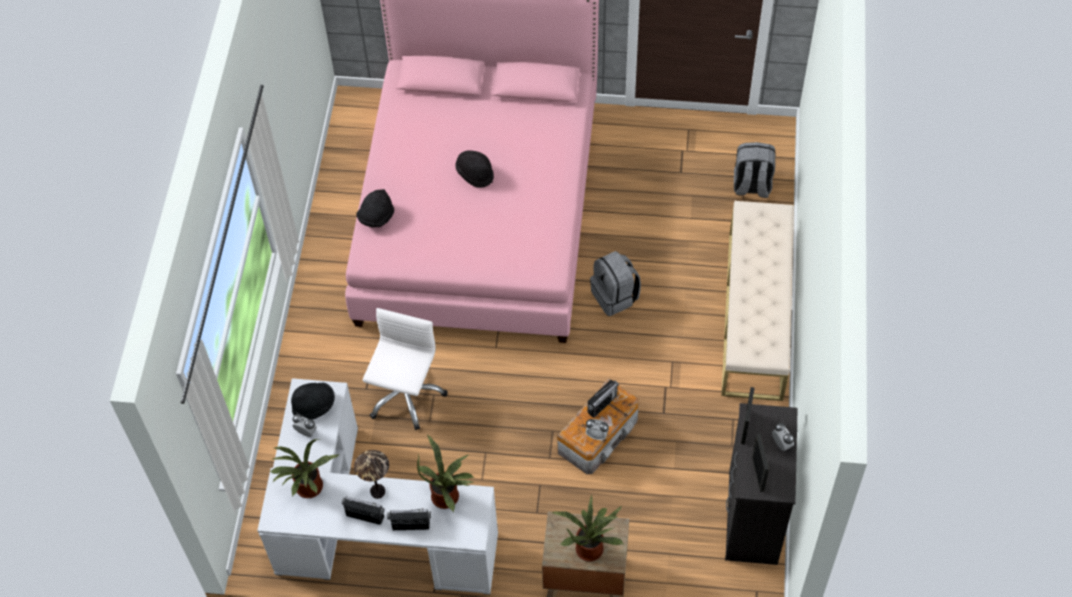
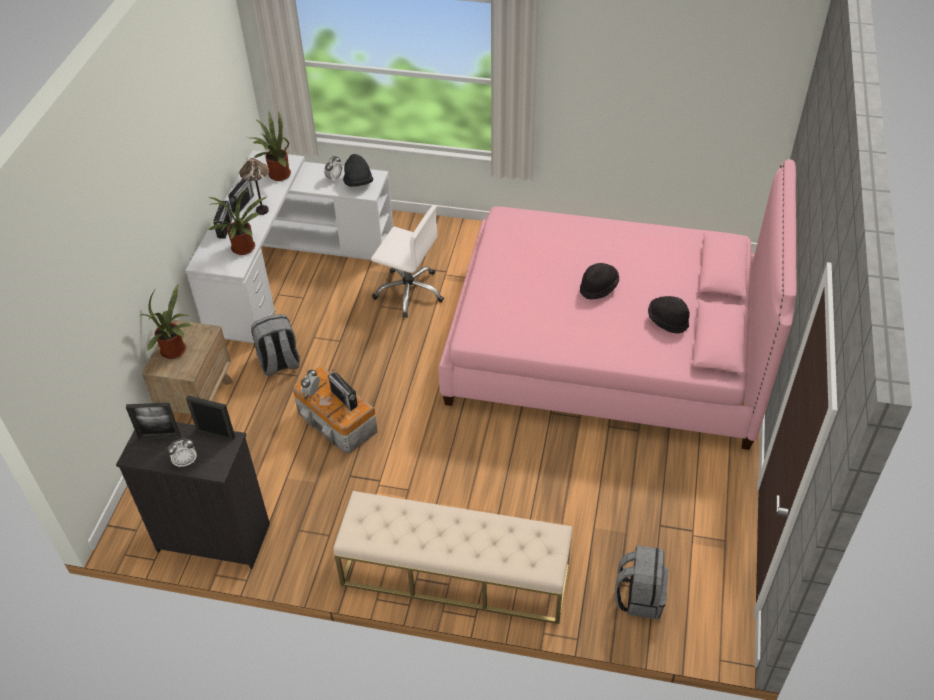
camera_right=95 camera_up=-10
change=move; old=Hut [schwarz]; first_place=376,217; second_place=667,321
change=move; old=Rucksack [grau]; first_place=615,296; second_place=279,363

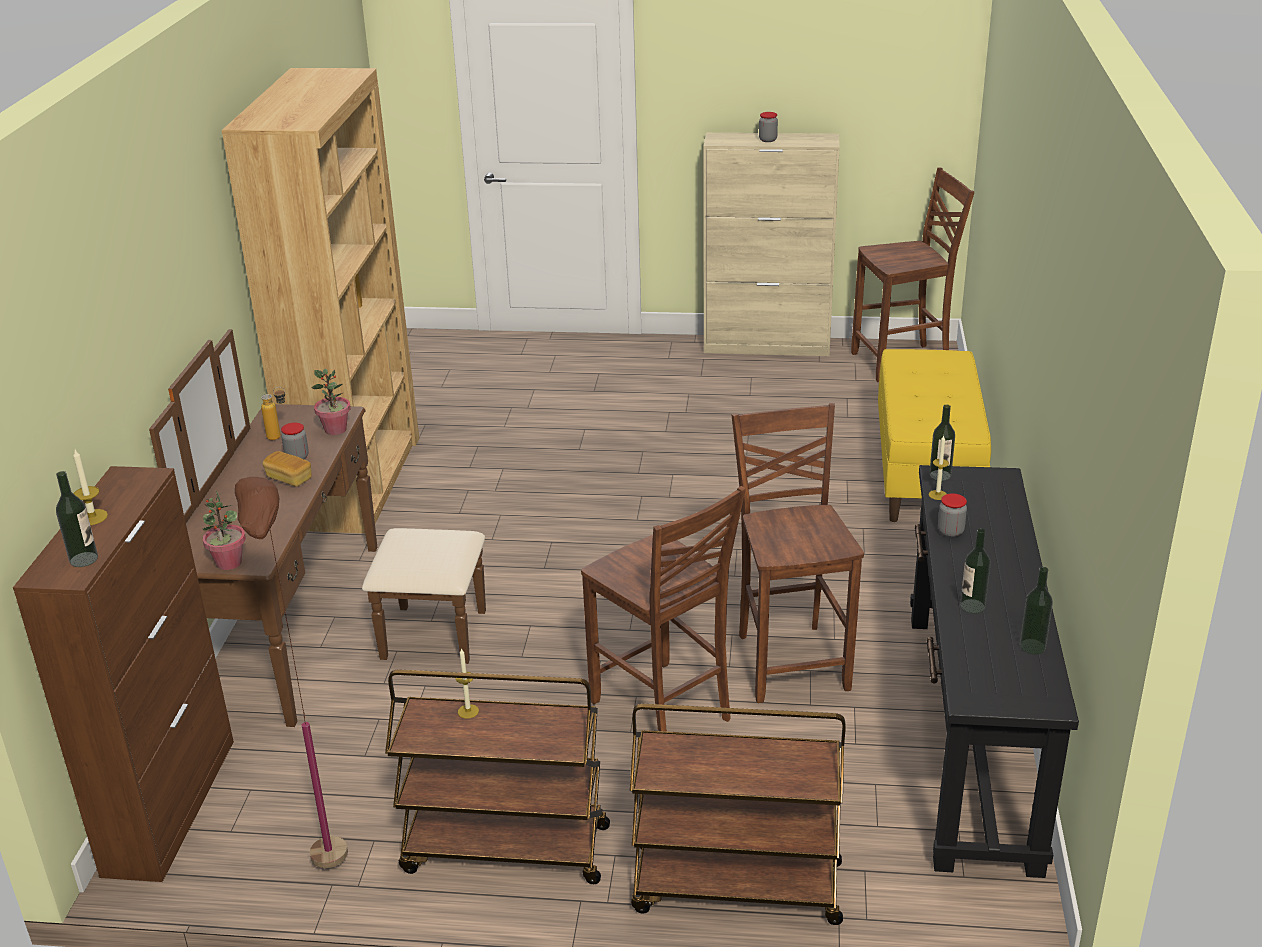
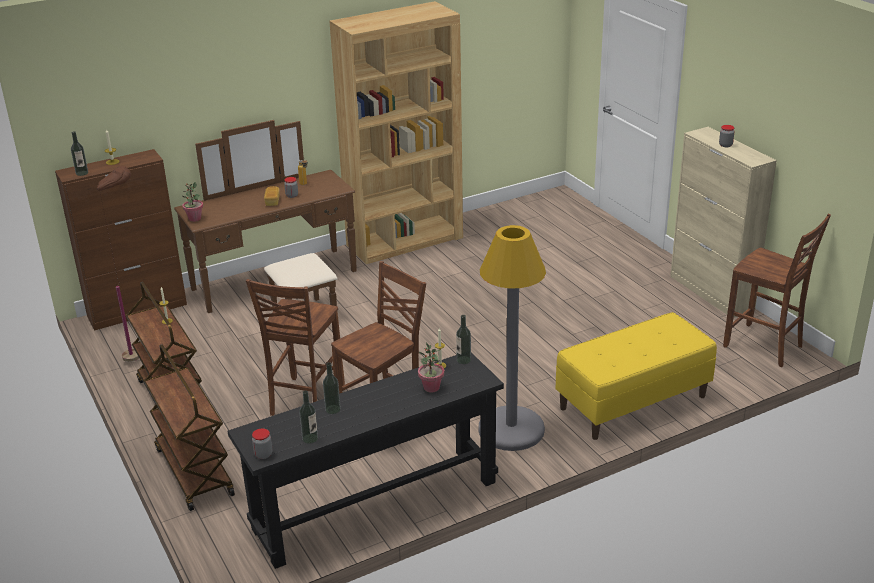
camera_right=55 camera_up=0
change=move; old=Topfpflanze; first_place=335,430; second_place=431,388
change=move; old=Vorratsglas; first_place=950,531; second_place=263,454
change=insert; new=Stehlampe [grau]; second_place=511,430

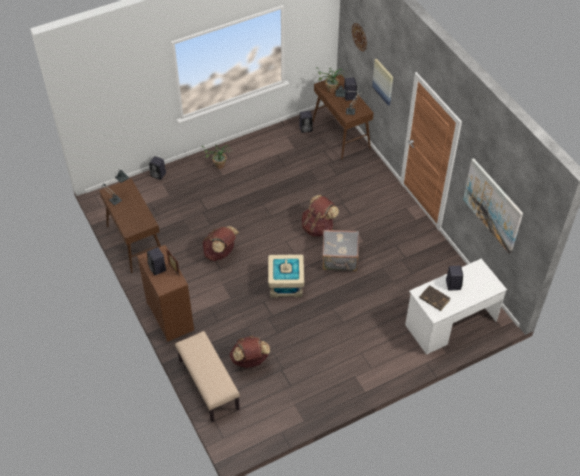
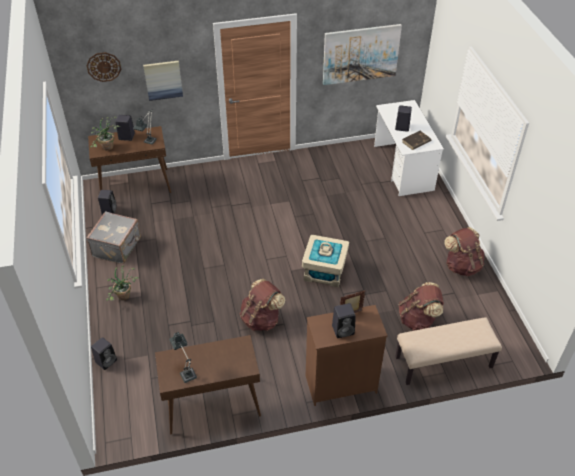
camera_right=-75 camera_up=-5
change=move; old=Rucksack [braun]; first_place=318,228; second_place=462,266
change=move; old=Koffer [grau]; first_place=340,259; second_place=118,247

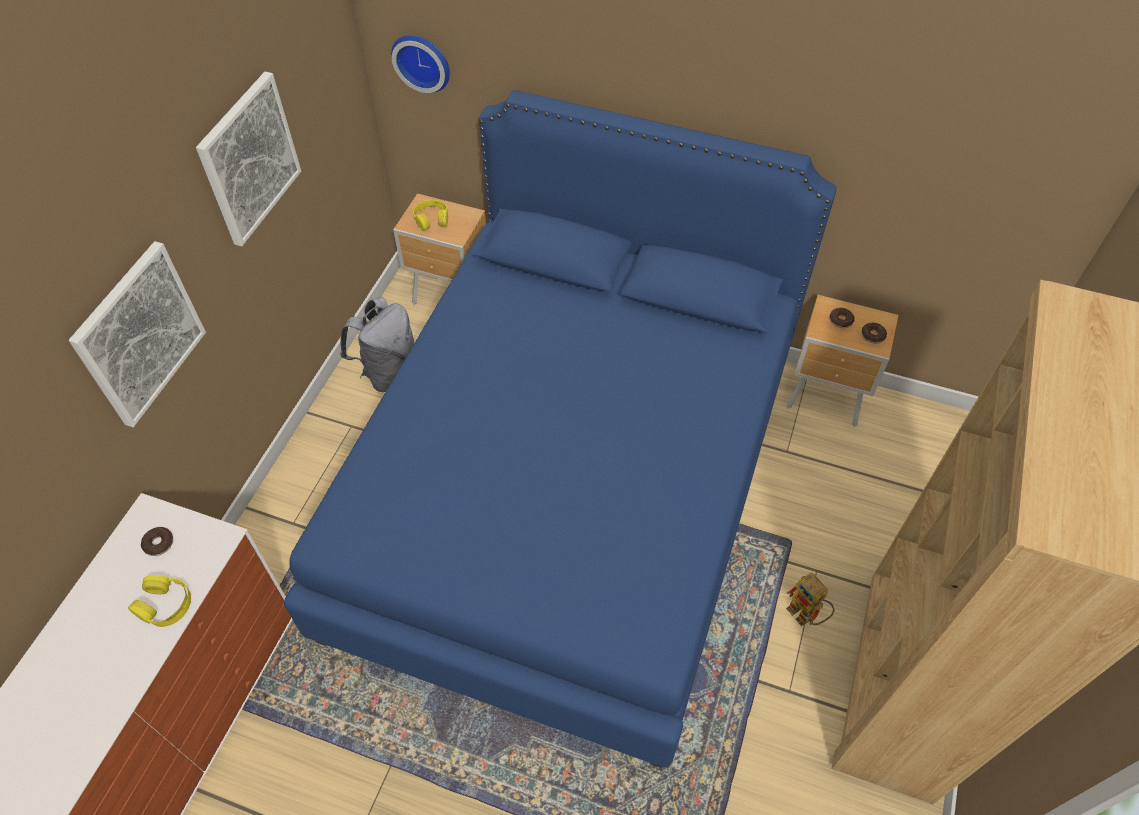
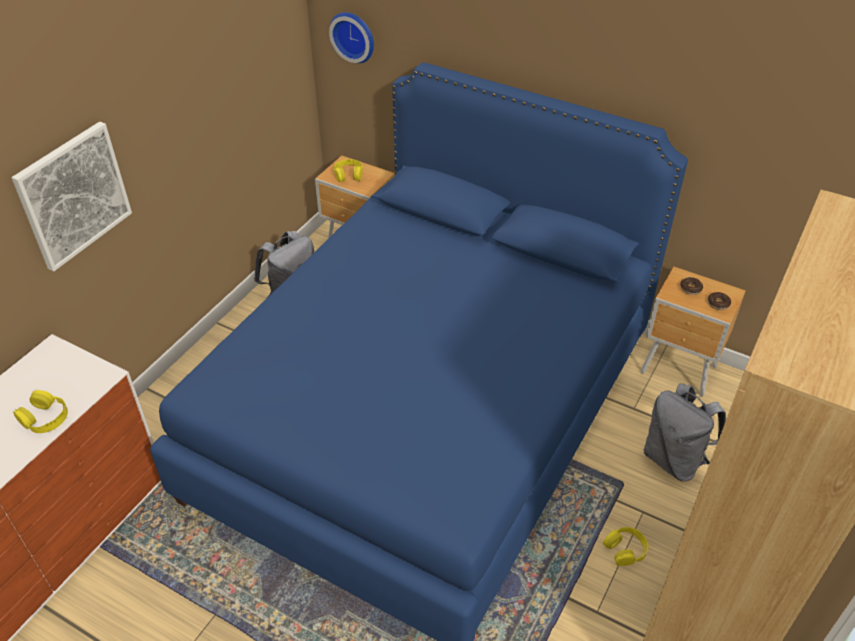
camera_right=10 camera_up=-10
change=delete; old=Donut; first_place=159,544
change=delete; old=Bild; first_place=249,159
change=replace; old=Spielzeugroboter; new=Kopfhörer [gelb]; first_place=806,616; second_place=625,549
change=insert; new=Rucksack [grau]; second_place=674,460

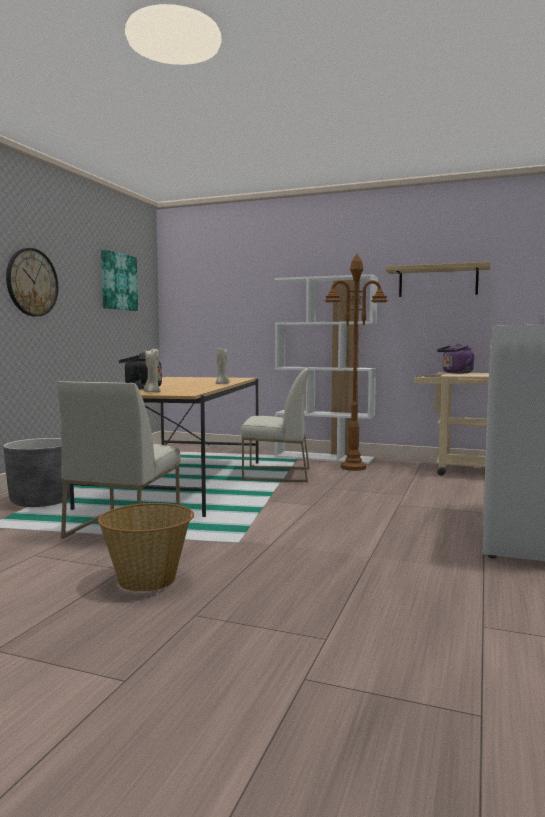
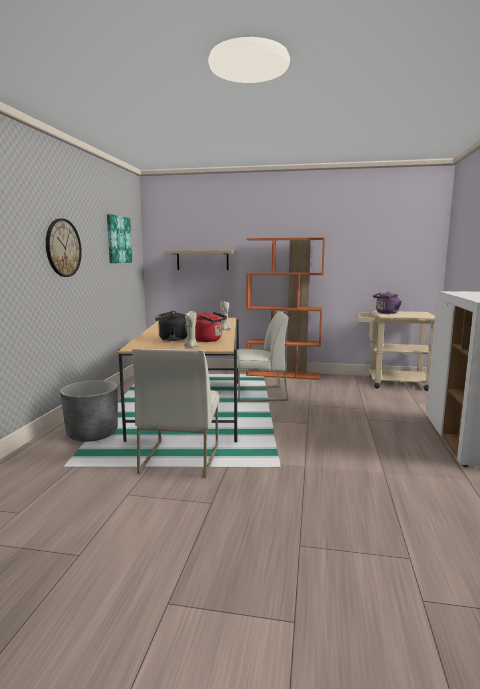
camera_right=-10 camera_up=5
change=delete; old=Korb; first_place=148,579
change=recolor; old=Bücherregal [weiß]; new=Bücherregal [orange]; first_place=324,457; second_place=283,375
change=delete; old=Stehlampe [braun]; first_place=353,467
change=move; old=Wandregal; first_place=438,281; second_place=202,260
change=insert; new=Wasserkessel [rot]; second_place=209,340

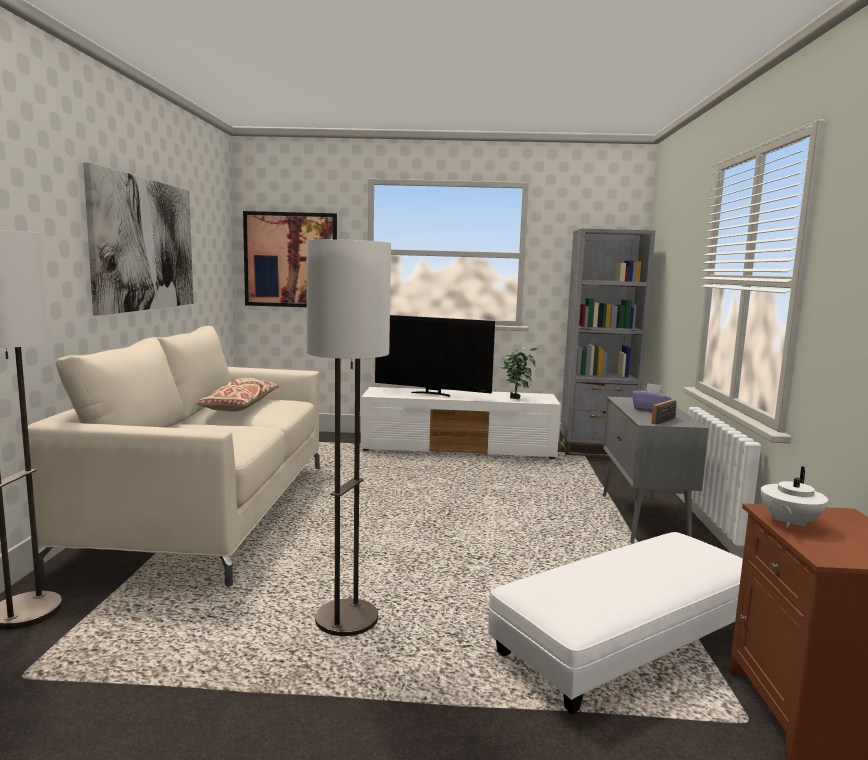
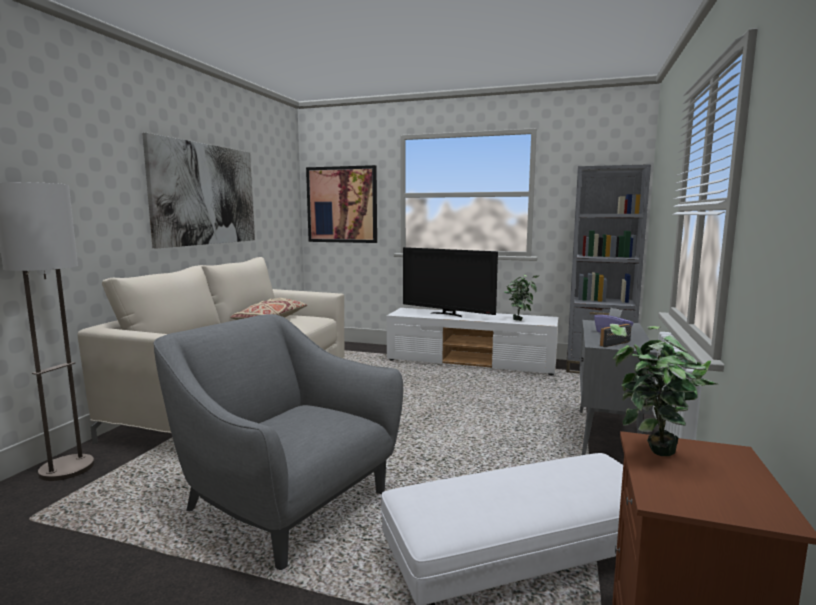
camera_right=15 camera_up=0
change=replace; old=Stehlampe; new=Sessel [grau]; first_place=346,619; second_place=284,502
change=replace; old=Teekanne [weiß]; new=Topfpflanze; first_place=788,523; second_place=652,456

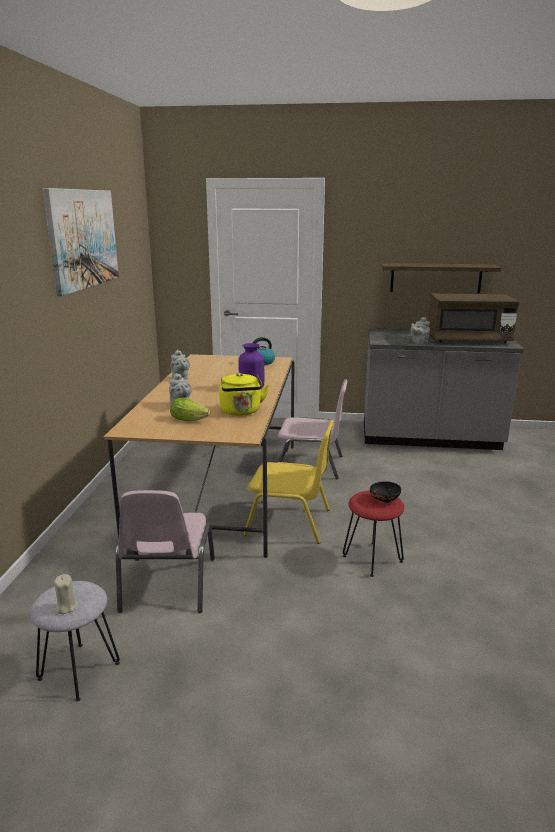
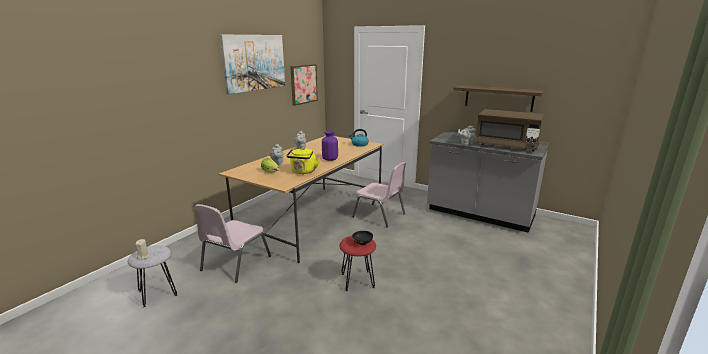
camera_right=25 camera_up=0
change=delete; old=Stuhl [gelb]; first_place=290,522
change=insert; new=Bild; second_place=303,84

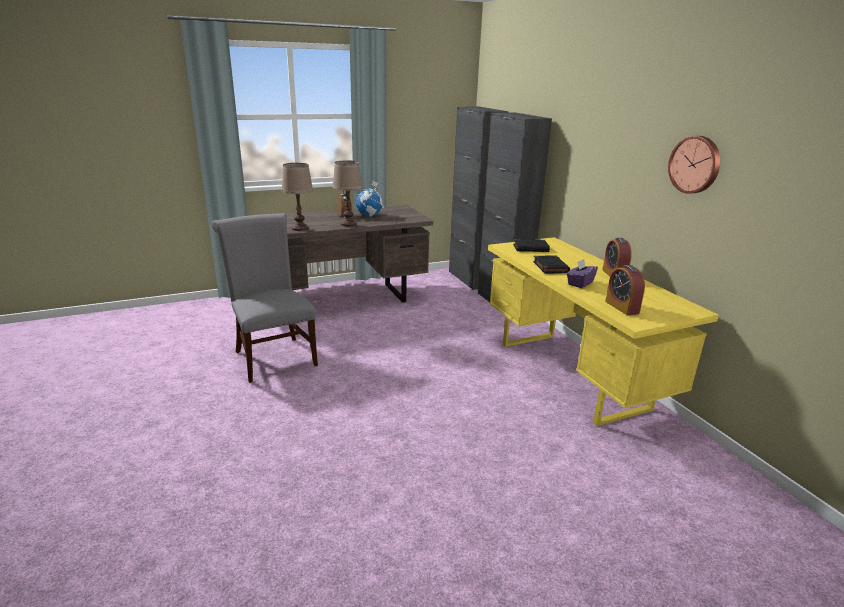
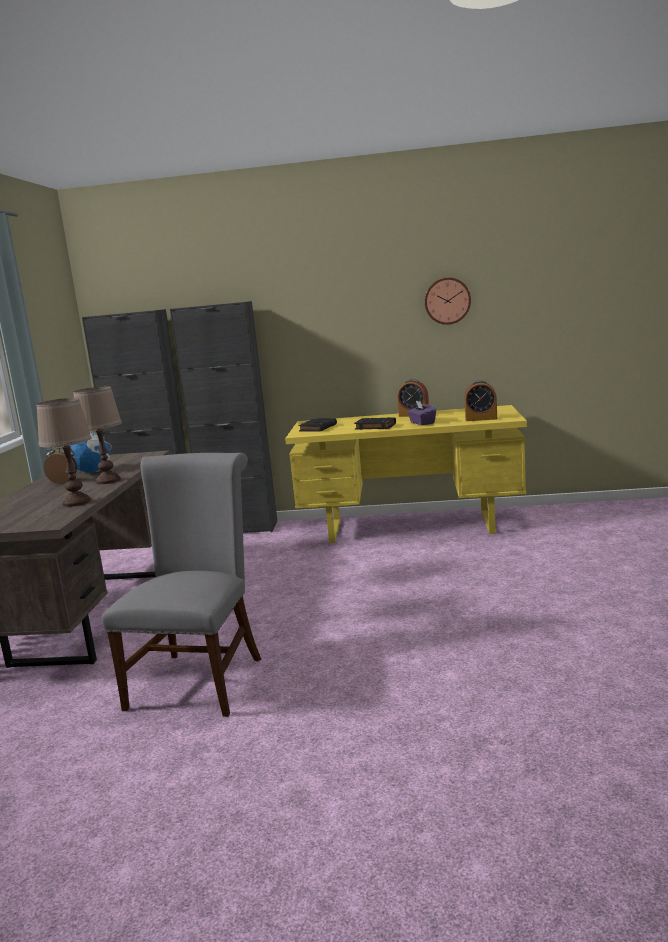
camera_right=-60 camera_up=-10
change=rotate; old=Stuhl [grau]; first_place=273,356; second_place=200,678; degrees=105

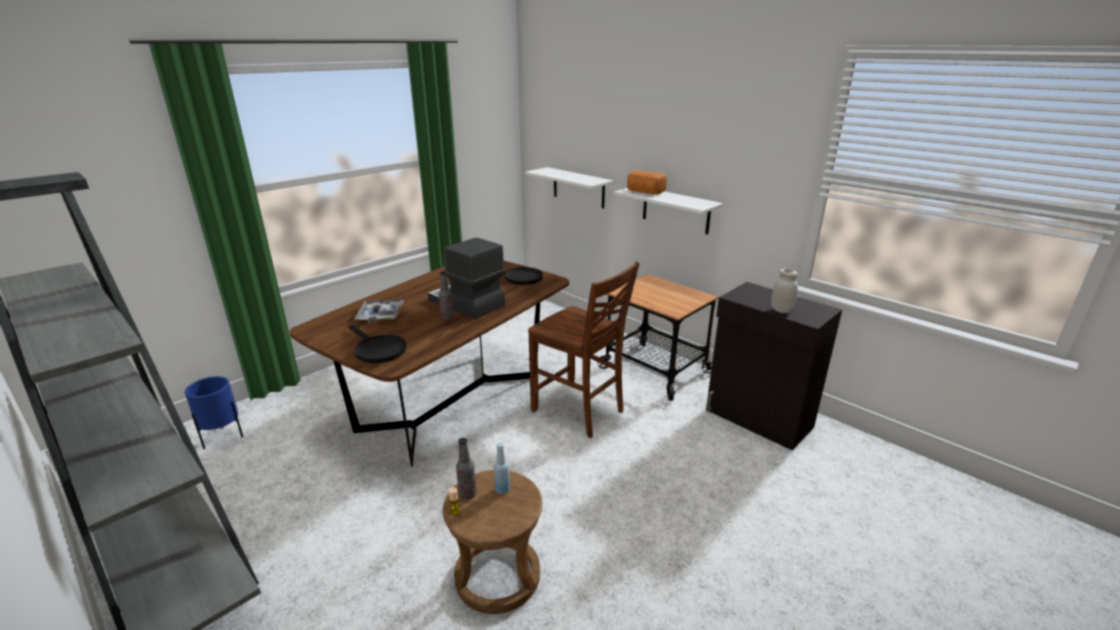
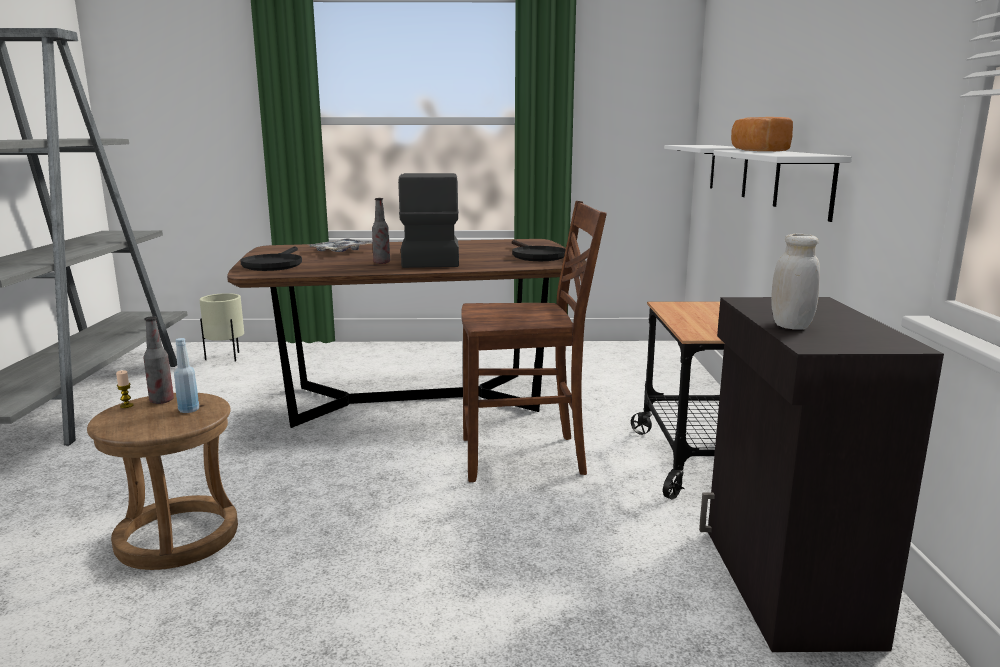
camera_right=45 camera_up=-10
change=recolor; old=Pflanzkübel [blau]; new=Pflanzkübel [beige]; first_place=223,437; second_place=227,358
change=rotate; old=Stuhl [braun]; first_place=579,411; second_place=525,457; degrees=-90

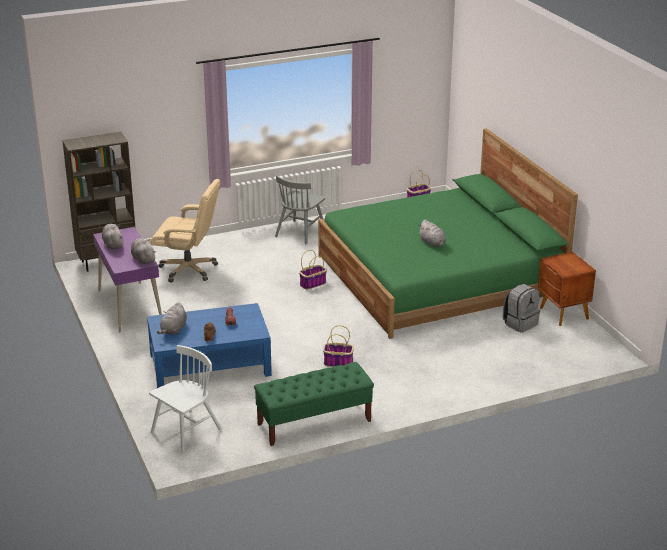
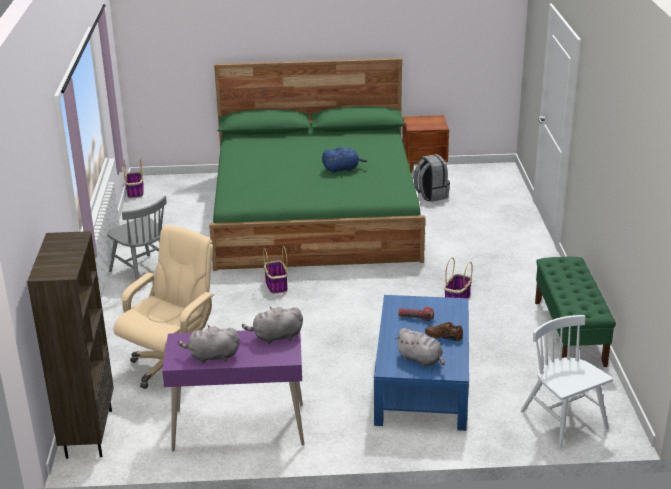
camera_right=-70 camera_up=0
change=recolor; old=Plüschtier [grau]; new=Plüschtier [blau]; first_place=432,243; second_place=342,169

